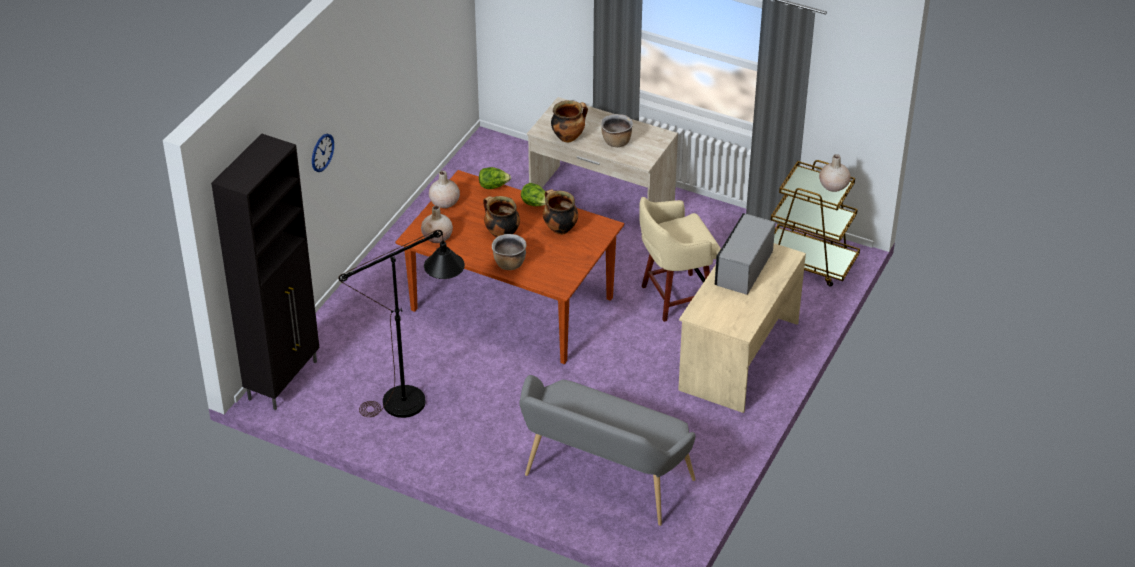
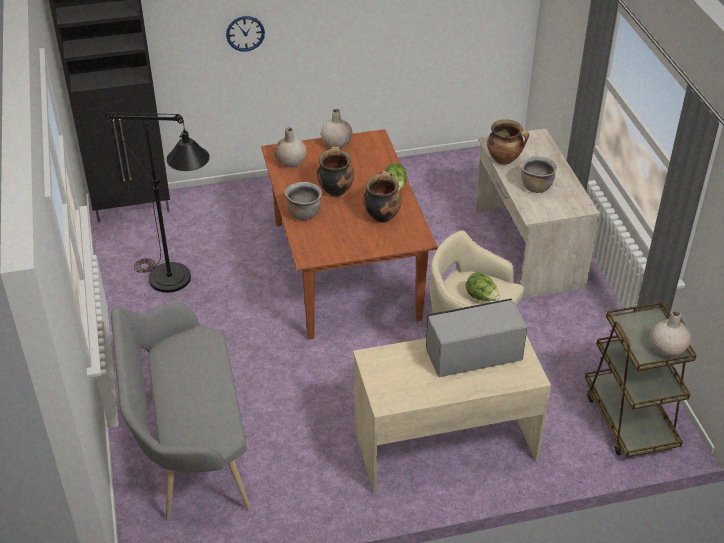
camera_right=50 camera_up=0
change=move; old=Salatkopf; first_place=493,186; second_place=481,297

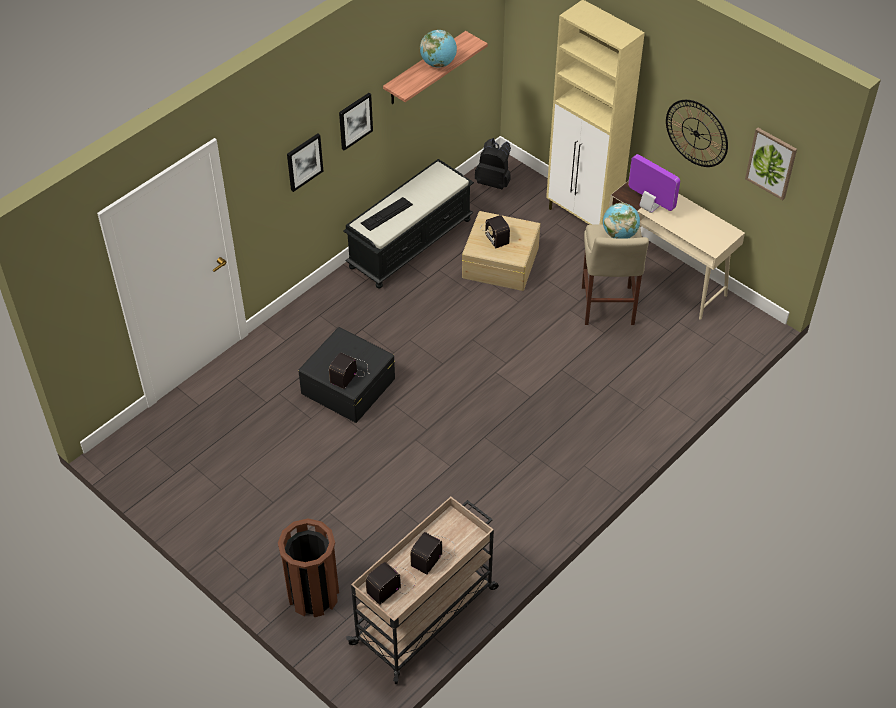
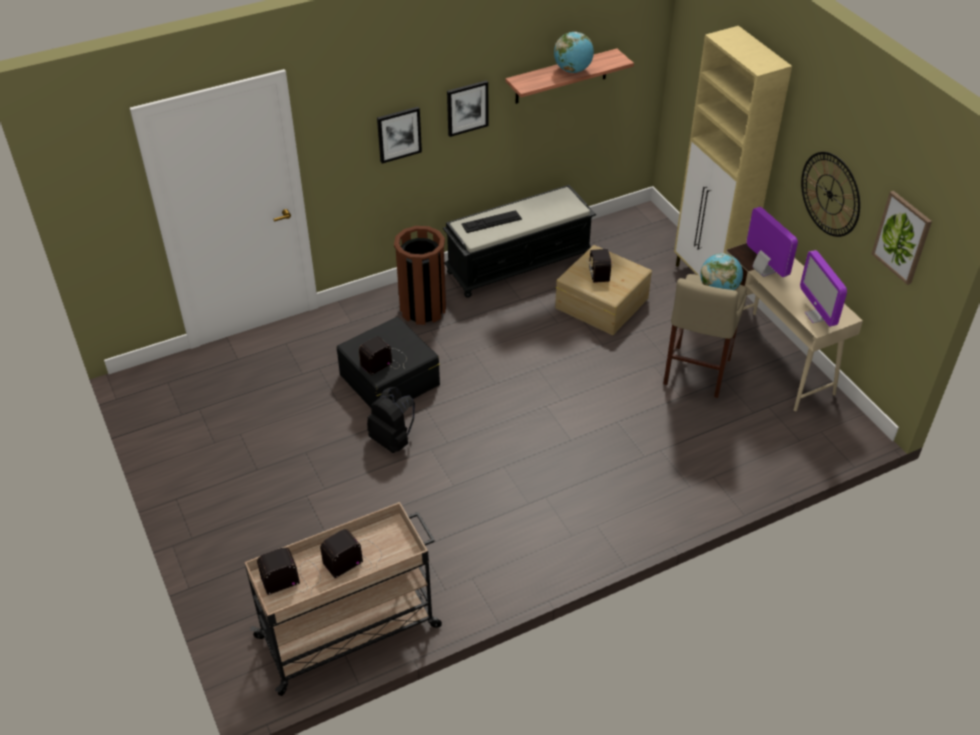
camera_right=20 camera_up=-5
change=move; old=Mülleimer [braun]; first_place=313,594; second_place=423,309
change=move; old=Rucksack [schwarz]; first_place=494,182; second_place=393,440
change=insert; new=Monitor; second_place=816,316

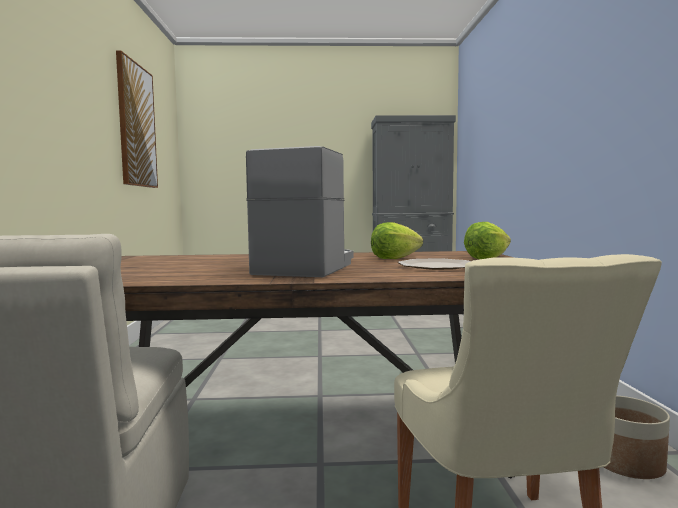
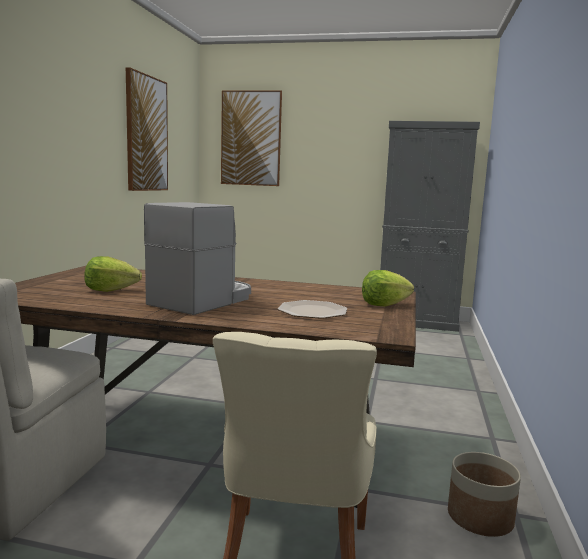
camera_right=15 camera_up=5
change=move; old=Salatkopf; first_place=394,258; second_place=110,290
change=insert; new=Bild; second_place=251,138

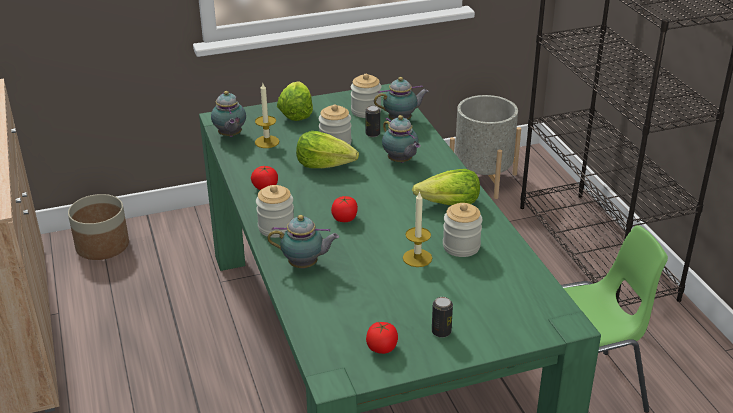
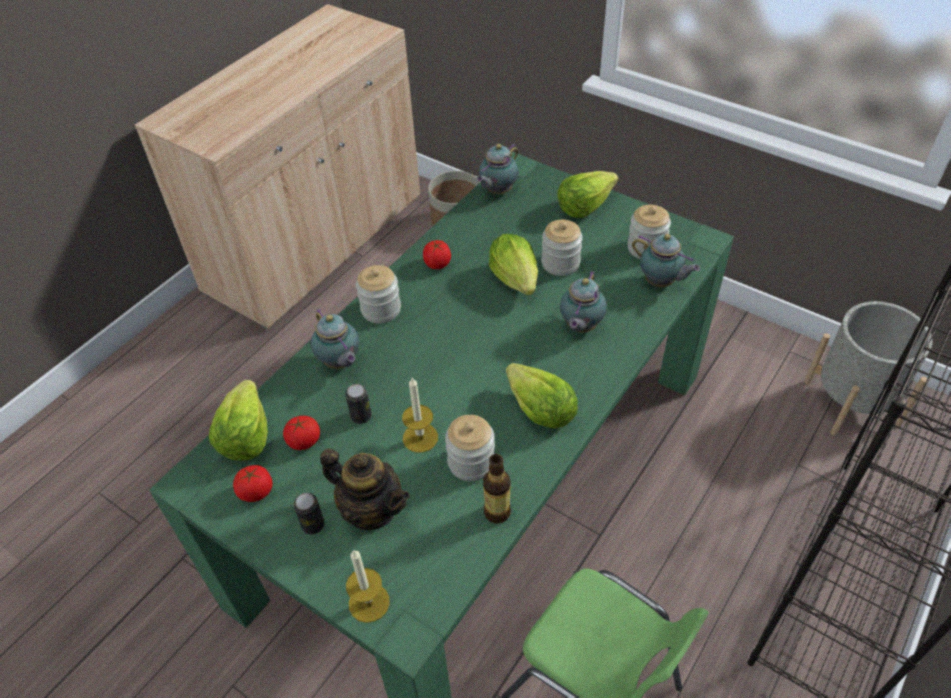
camera_right=55 camera_up=15
change=move; old=Kerze; first_place=267,142; second_place=369,602
change=move; old=Tomate; first_place=344,218; second_place=304,441
change=move; old=Dose; first_place=372,134; second_place=361,416
change=insert; new=Salatkopf; second_place=246,436
change=insert; new=Teekanne; second_place=371,510
change=insert; new=Flasche; second_place=497,512

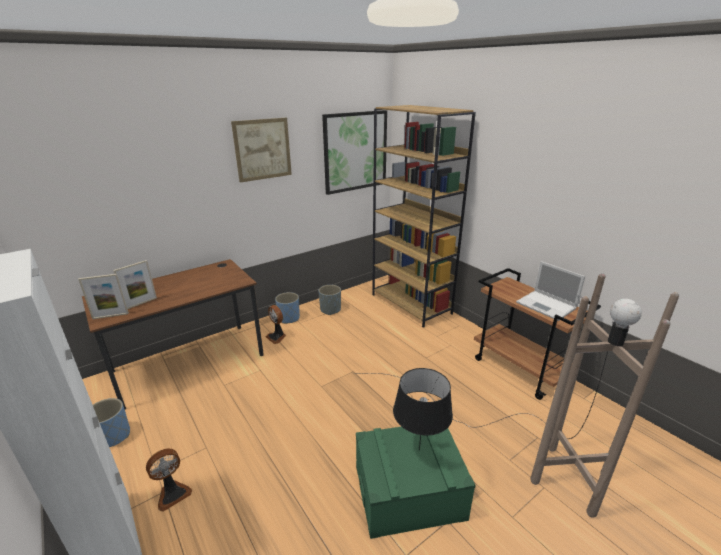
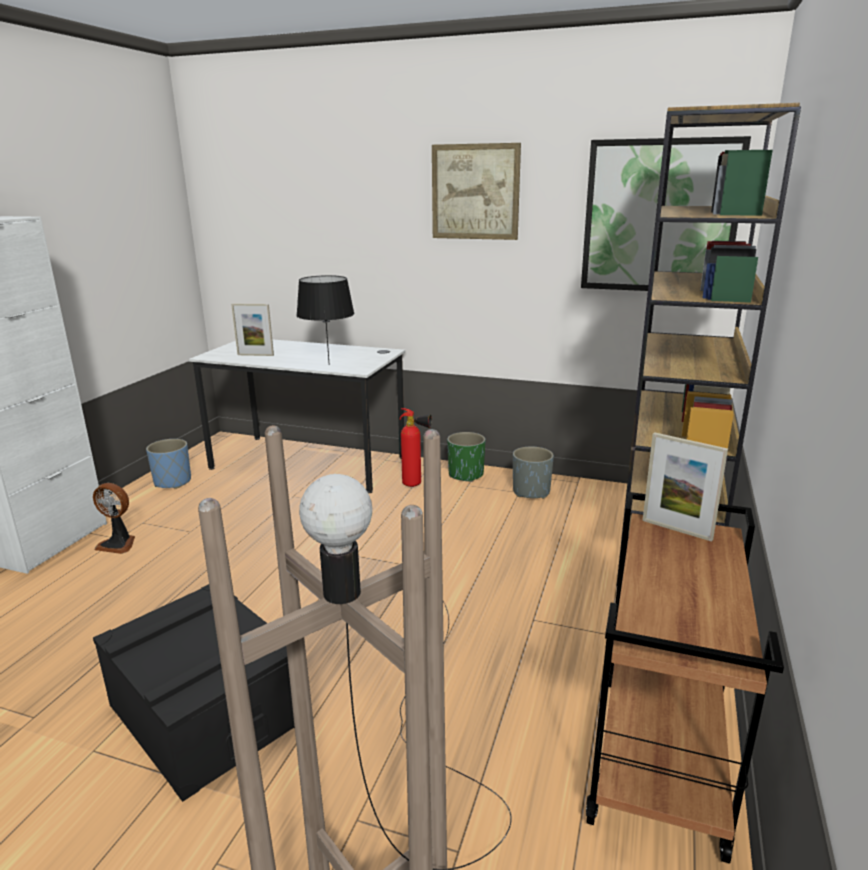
camera_right=55 camera_up=-5
change=move; old=Bilderrahmen; first_place=110,316; second_place=676,530
change=recolor; old=Schreibtisch [braun]; new=Schreibtisch [weiß]; first_place=189,363; second_place=308,463
change=replace; old=Ventilator; new=Feuerlöscher; first_place=277,337; second_place=416,485
change=recolor; old=Pflanzkübel [blau]; new=Pflanzkübel [grün]; first_place=289,318; second_place=466,475
change=recolor; old=Aufbewahrungsbox [grün]; new=Aufbewahrungsbox [schwarz]; first_place=408,492; second_place=206,712
change=move; old=Tischlampe [schwarz]; first_place=419,449; second_place=329,365
change=delete; old=Laptop; first_place=547,306

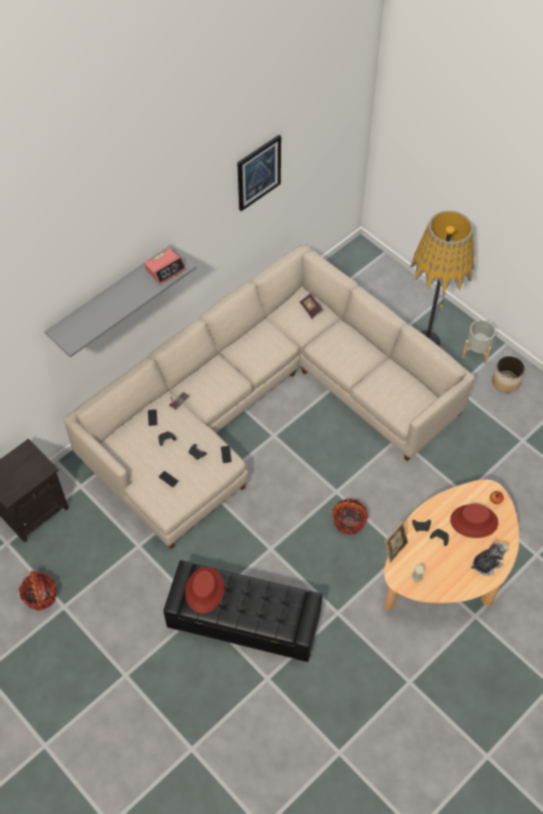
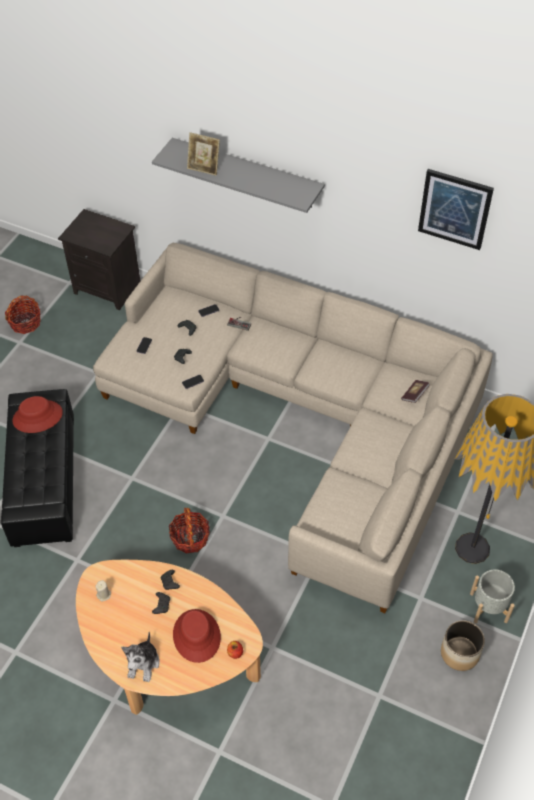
camera_right=70 camera_up=-5
change=delete; old=Wecker; first_place=165,269
change=move; old=Bilderrahmen; first_place=394,549; second_place=204,168
change=rotate; old=Plüschtier; first_place=486,564; second_place=143,663; degrees=60

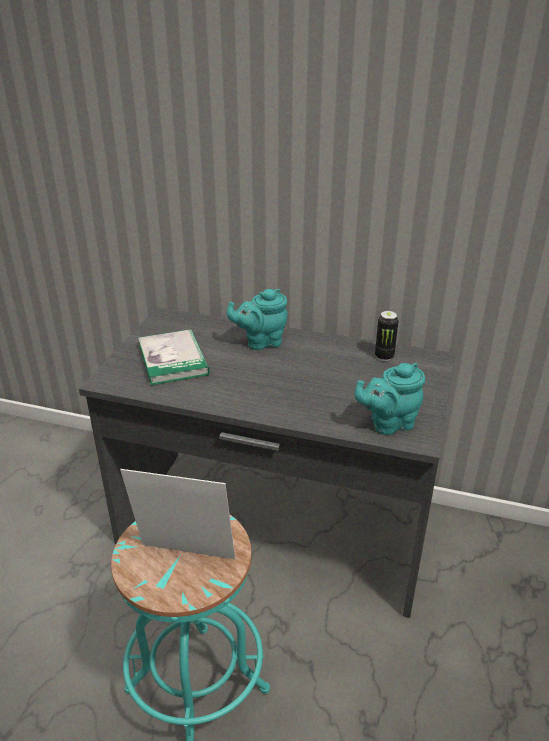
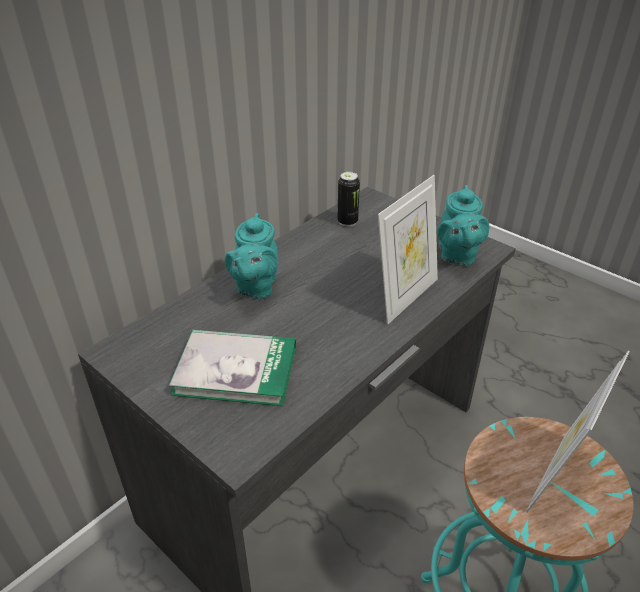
camera_right=-65 camera_up=5
change=insert; new=Bilderrahmen; second_place=405,297

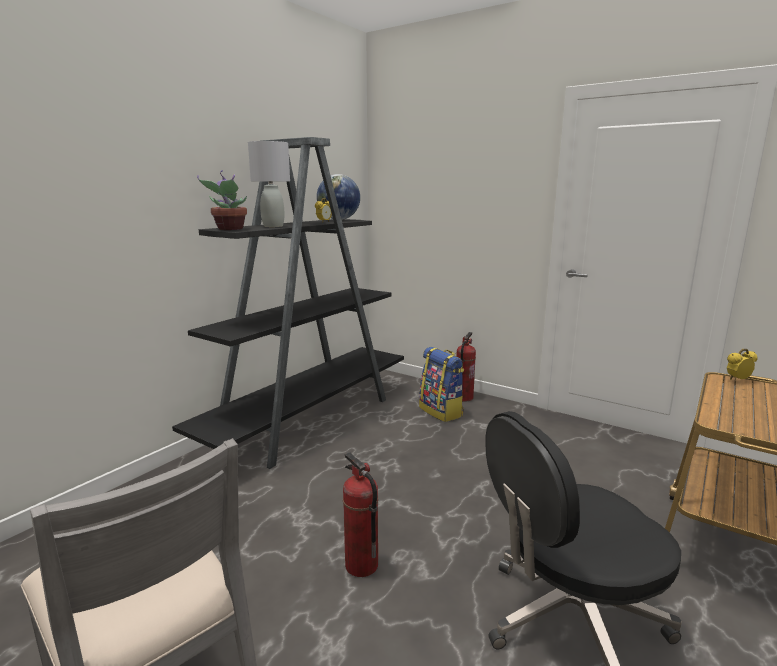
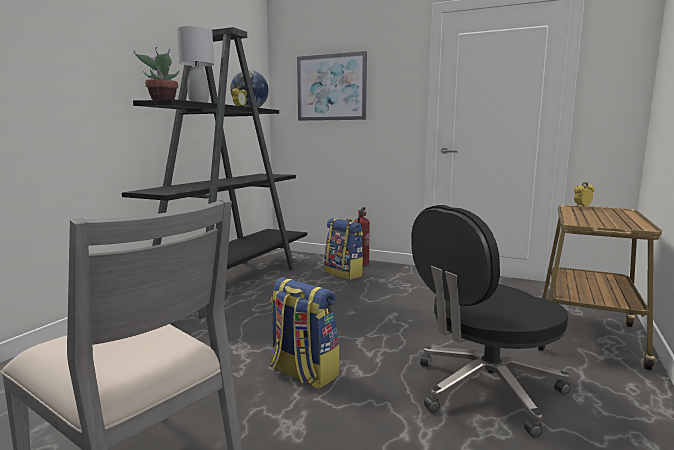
camera_right=-10 camera_up=-5
change=replace; old=Feuerlöscher; new=Rucksack; first_place=361,565; second_place=303,373
change=insert; new=Bild; second_place=331,87

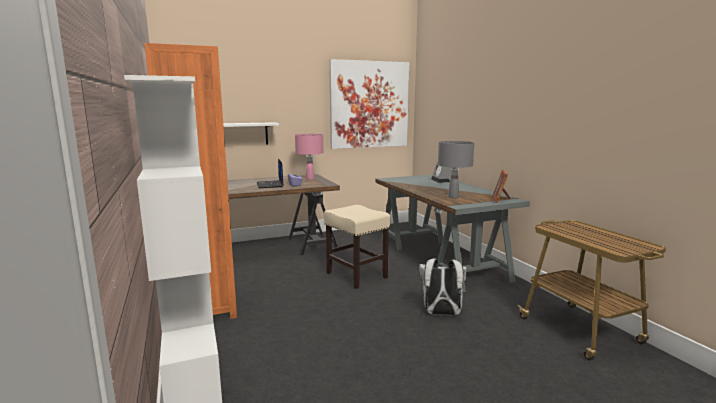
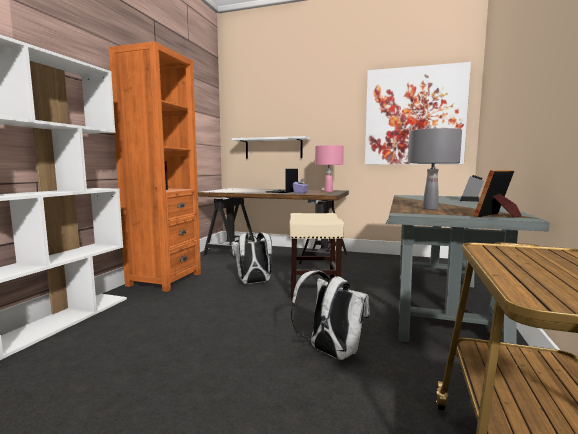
camera_right=40 camera_up=-5
change=insert; new=Rucksack [weiß]; second_place=253,283

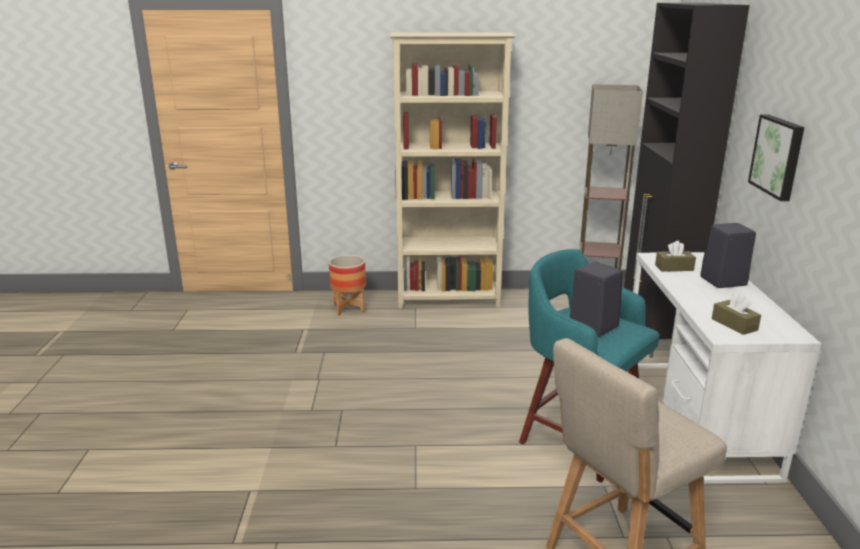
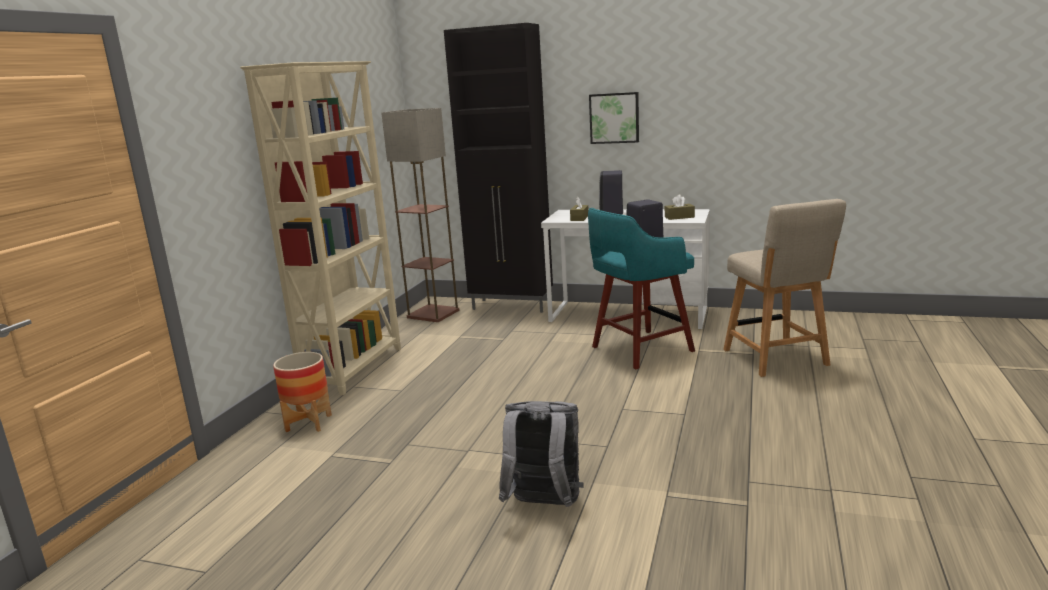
camera_right=-70 camera_up=-5
change=insert; new=Rucksack [grau]; second_place=544,506

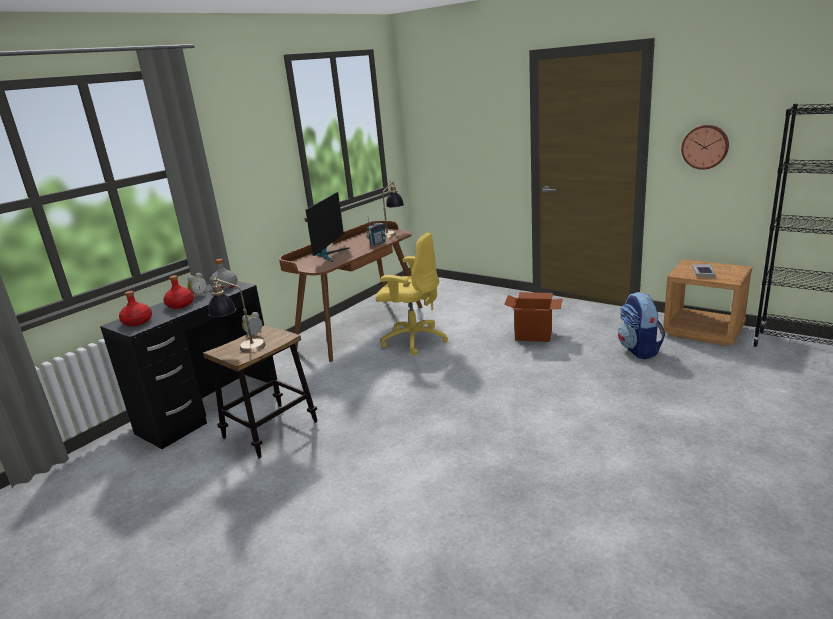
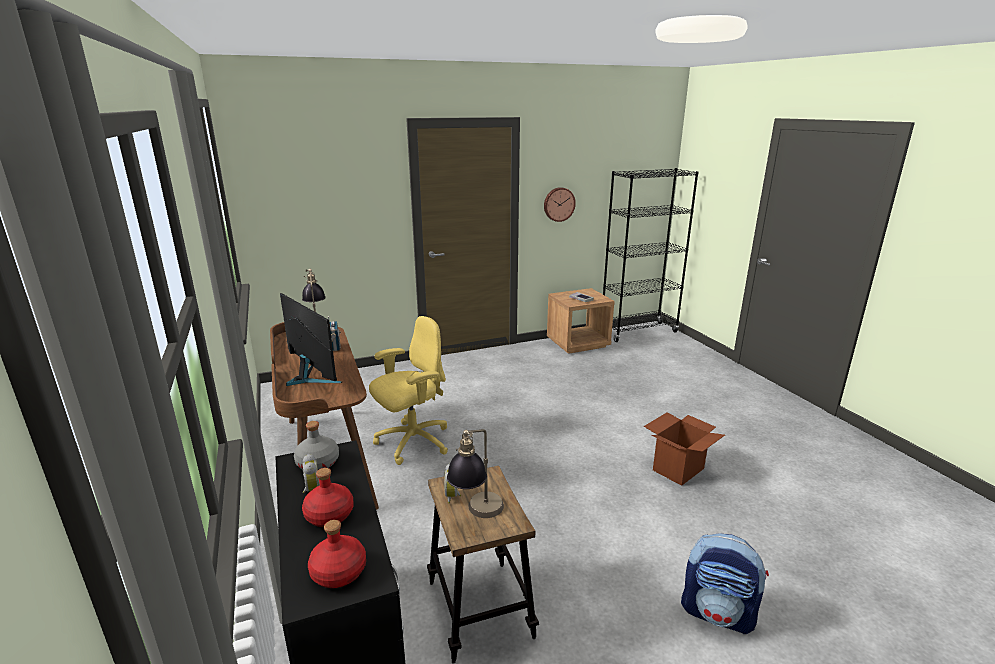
camera_right=-60 camera_up=0
change=move; old=Karton; first_place=534,335; second_place=678,469
change=move; old=Rucksack; first_place=639,350; second_place=718,613

